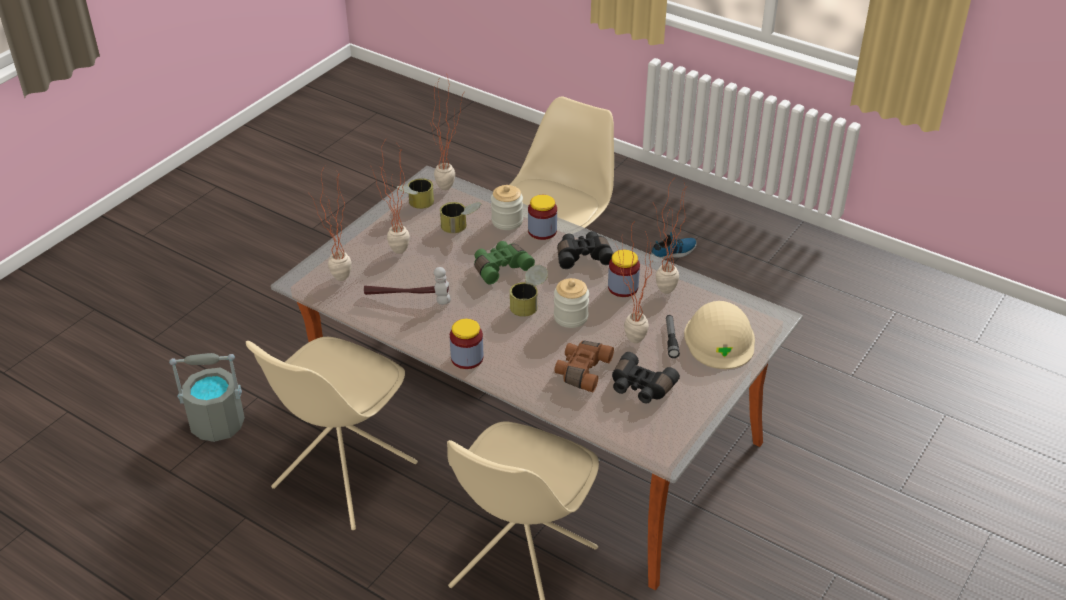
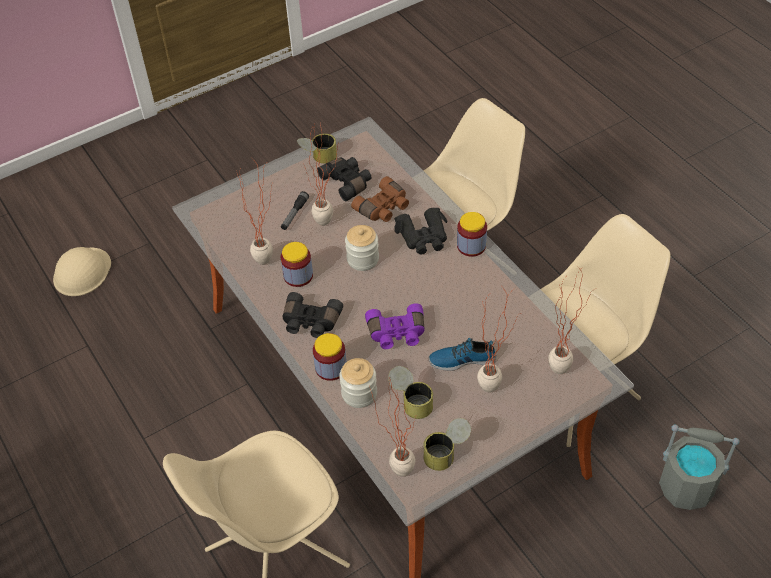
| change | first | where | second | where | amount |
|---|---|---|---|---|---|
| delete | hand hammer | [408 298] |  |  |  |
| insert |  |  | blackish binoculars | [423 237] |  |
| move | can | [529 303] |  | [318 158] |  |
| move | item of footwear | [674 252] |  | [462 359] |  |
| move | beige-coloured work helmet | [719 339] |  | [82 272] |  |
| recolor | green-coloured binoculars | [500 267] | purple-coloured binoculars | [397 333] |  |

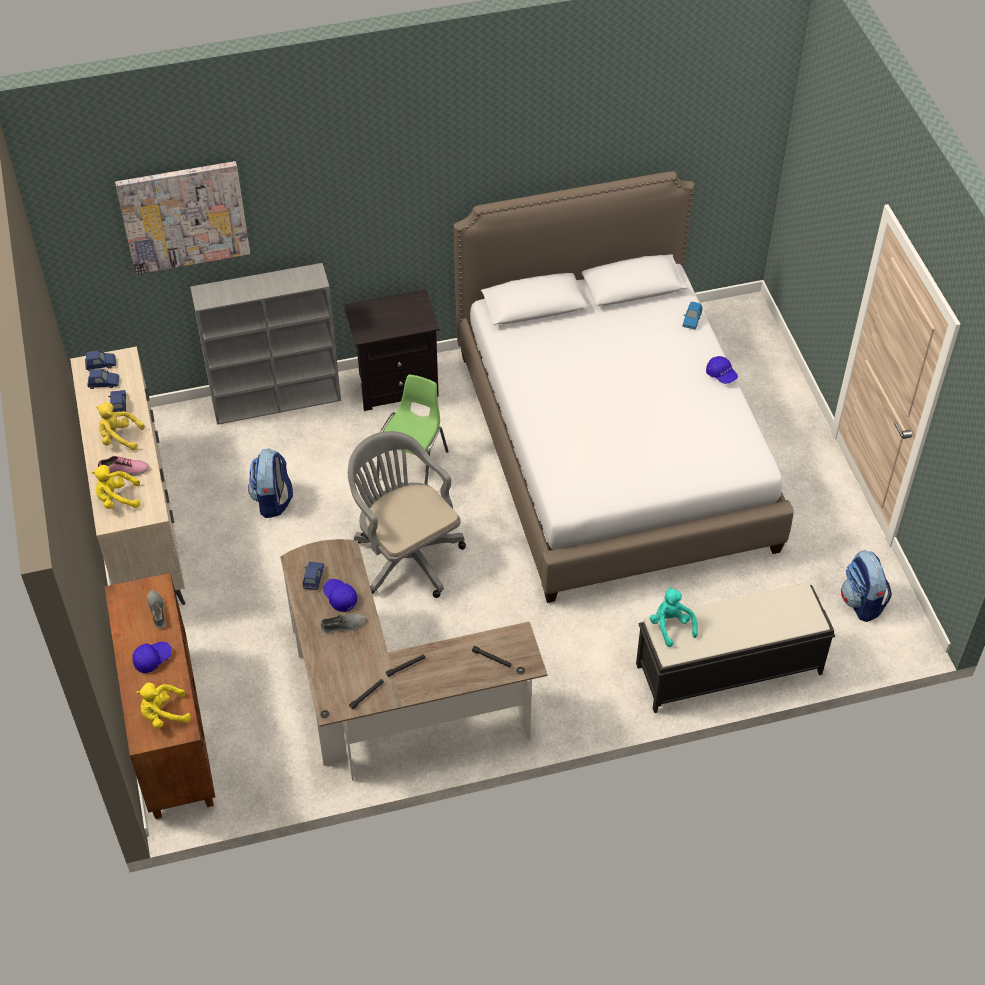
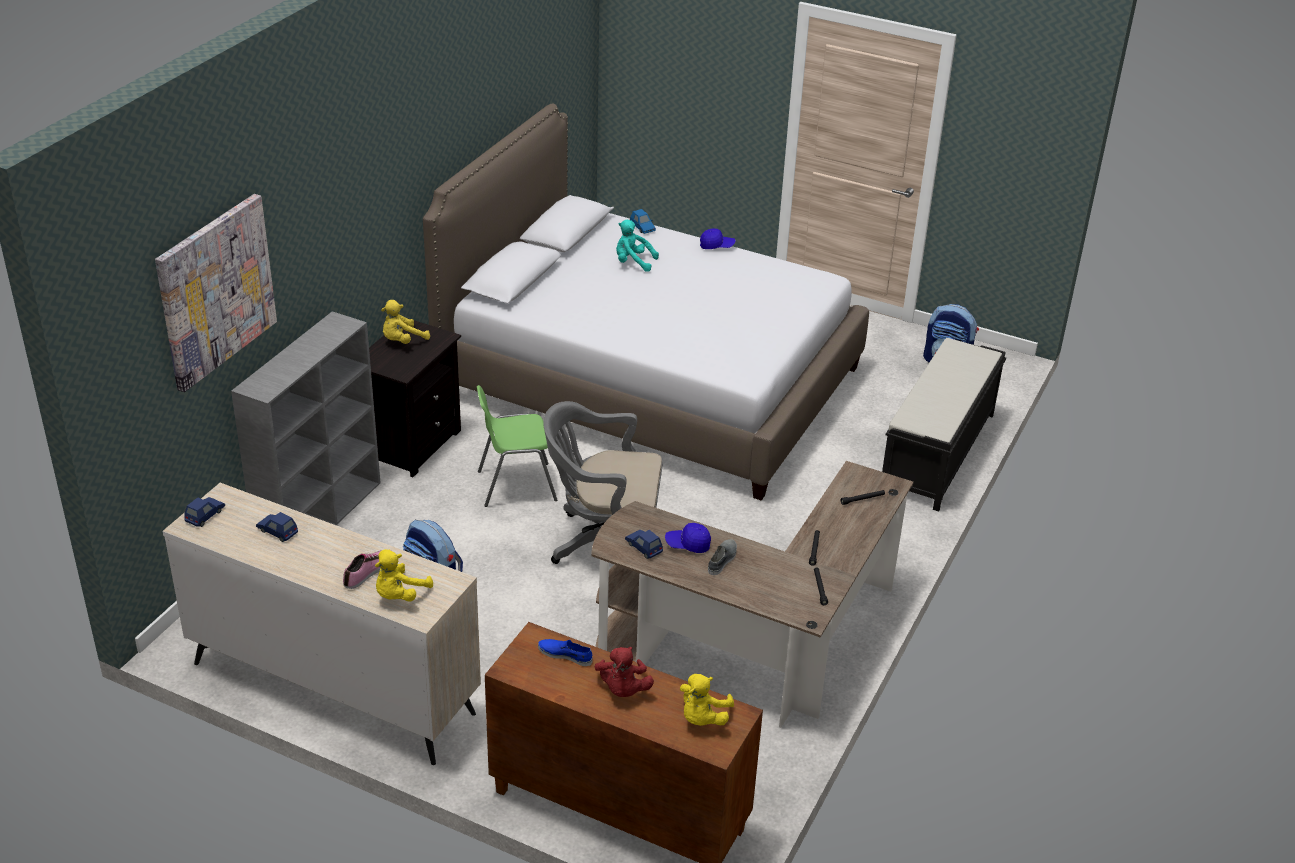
| change | first | where | second | where | amount |
|---|---|---|---|---|---|
| delete | blue-coloured model car | [103 383] |  |  |  |
| move | yellowish cuddly toy | [119 438] |  | [402 341] |  |
| move | turquoise cuddly toy | [671 626] |  | [633 262] |  |
| replace | blue-coloured baseball cap | [152 659] | red cuddly toy | [623 690] |  |
| recolor | gray item of footwear | [157 611] | blue-coloured item of footwear | [565 654] |  |
| rotate | green-coloured chair | [414 465] |  | [515 485] | 75 degrees counterclockwise |

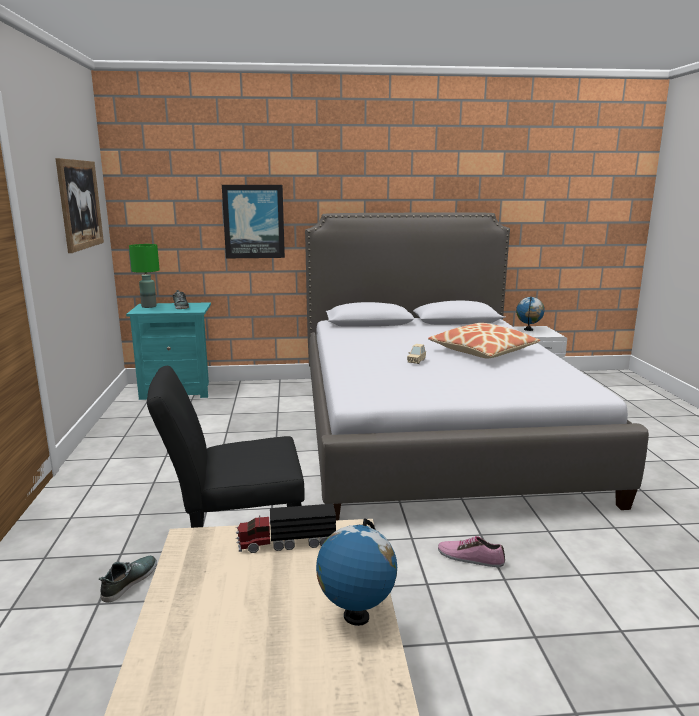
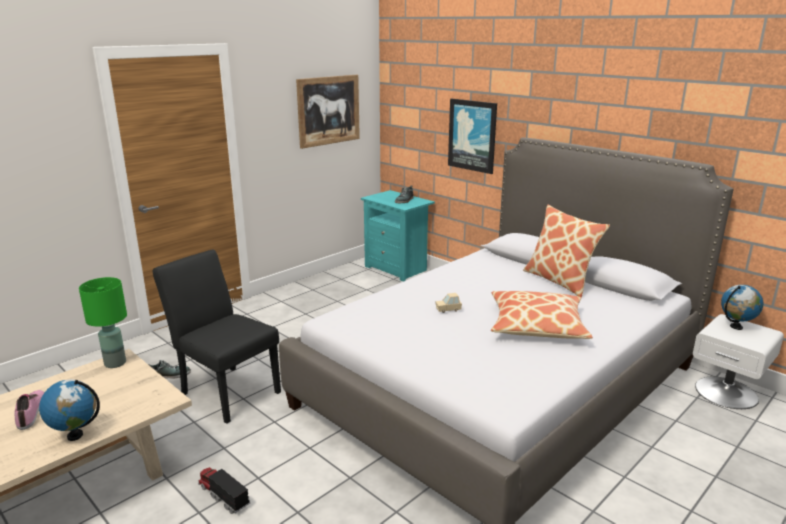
| change | first | where | second | where | amount |
|---|---|---|---|---|---|
| insert |  |  | cushion | [560 281] |  |
| move | green-coloured lamp for a table | [148 306] |  | [115 363] |  |
| move | toy truck | [286 542] |  | [223 495] |  |
| move | item of footwear | [470 557] |  | [32 412] |  |

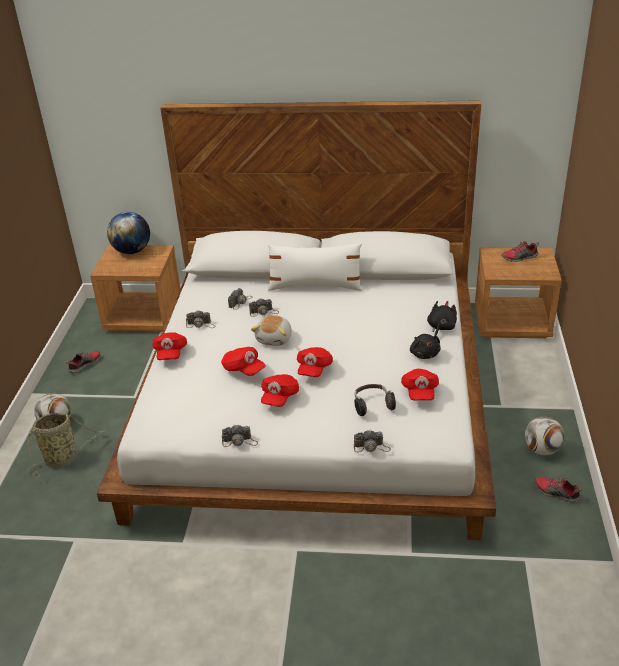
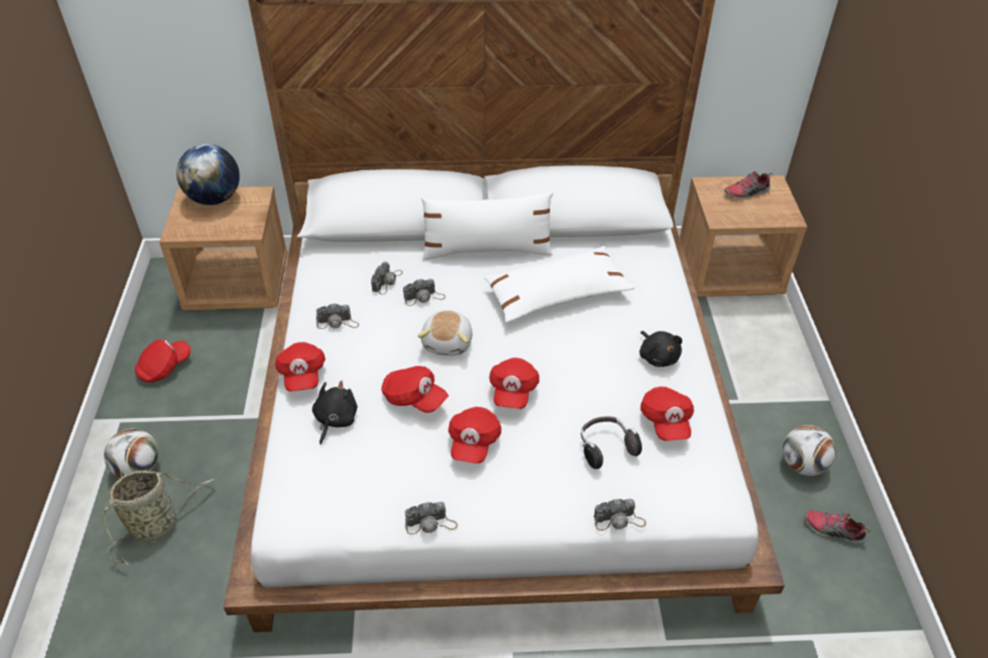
| change | first | where | second | where | amount |
|---|---|---|---|---|---|
| insert |  |  | white cushion | [556 294] |  |
| move | blackish cuddly toy | [441 328] |  | [335 420] |  |
| replace | item of footwear | [85 364] | red baseball cap | [164 367] |  |

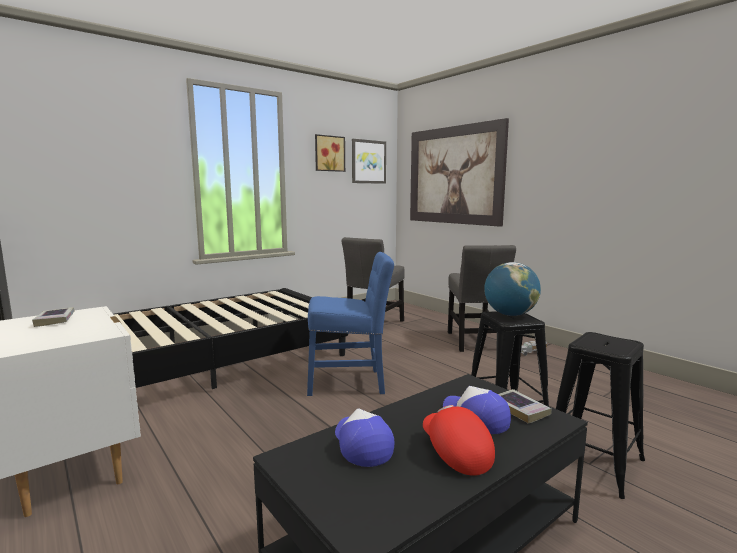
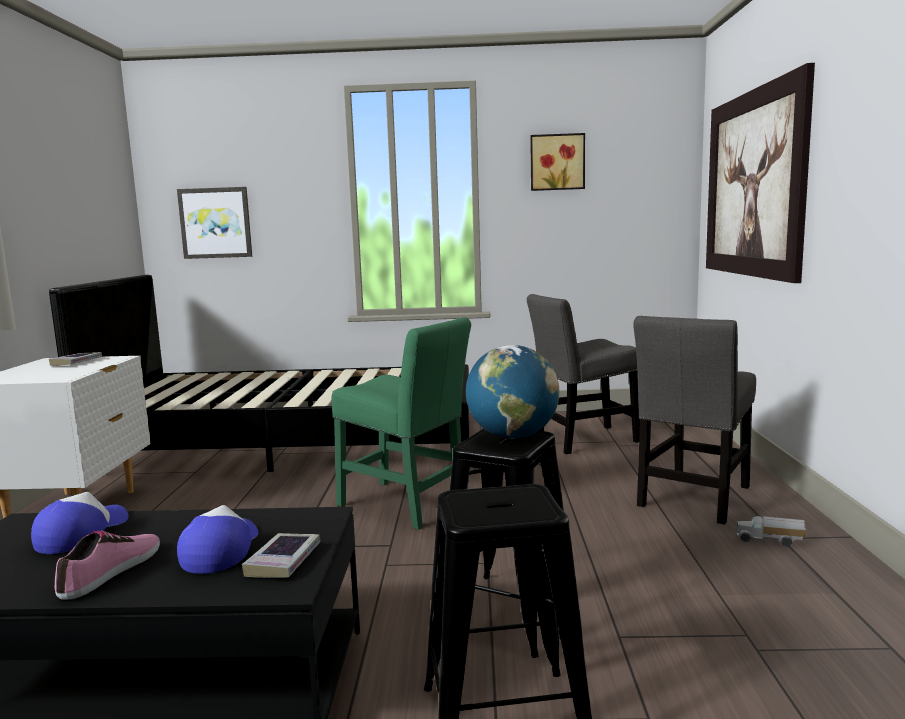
| change | first | where | second | where | amount |
|---|---|---|---|---|---|
| move | wall art | [368 162] |  | [215 223] |  |
| replace | red baseball cap | [455 453] | item of footwear | [112 571] |  |
| recolor | blue-coloured chair | [350 383] | green-coloured chair | [406 505] |  |

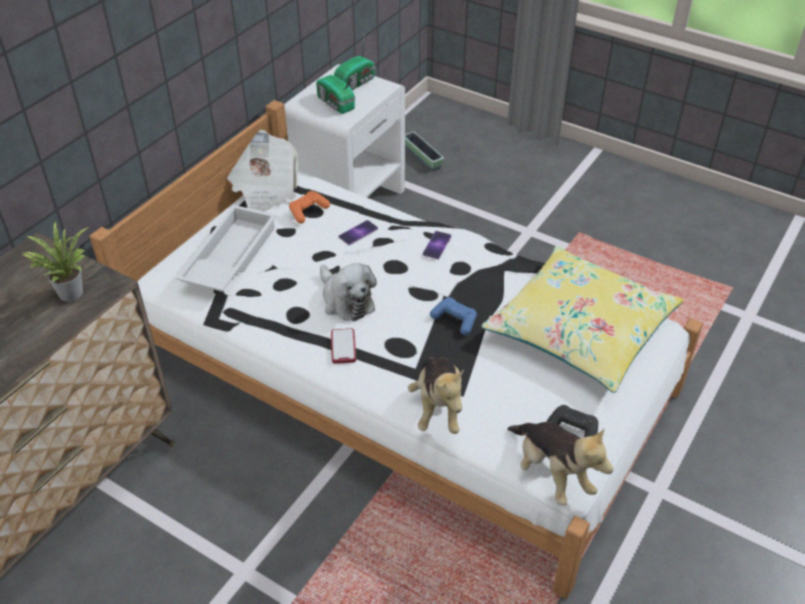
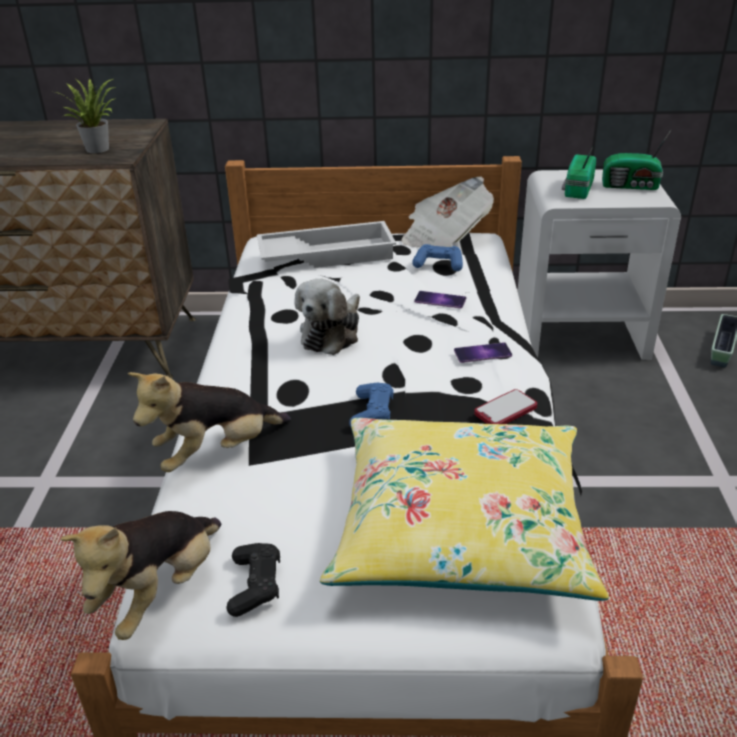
| change | first | where | second | where | amount |
|---|---|---|---|---|---|
| move | phone | [343 347] |  | [505 410] |  |
| recolor | orange-coloured game controller | [308 211] | blue-coloured game controller | [438 264] |  |

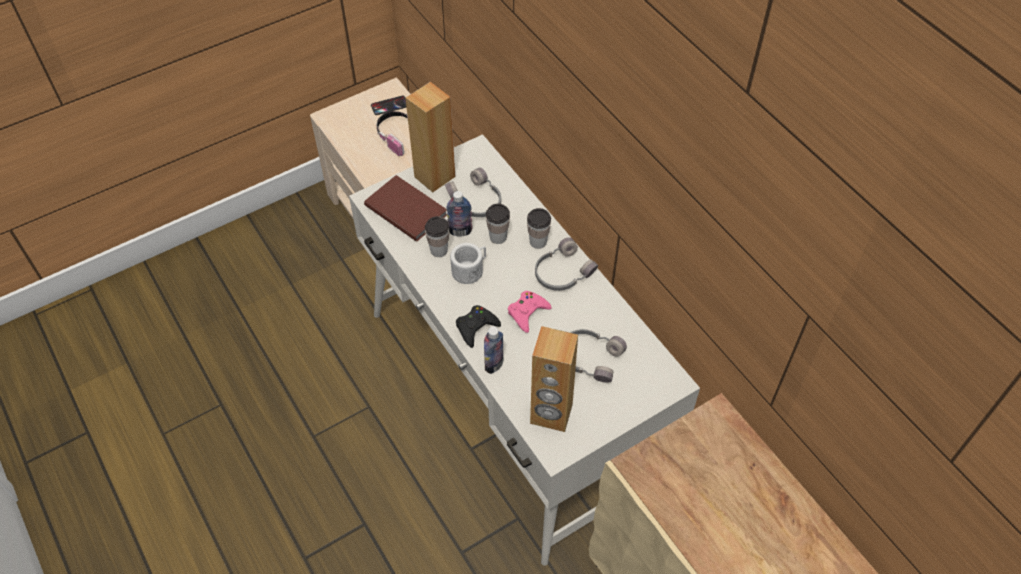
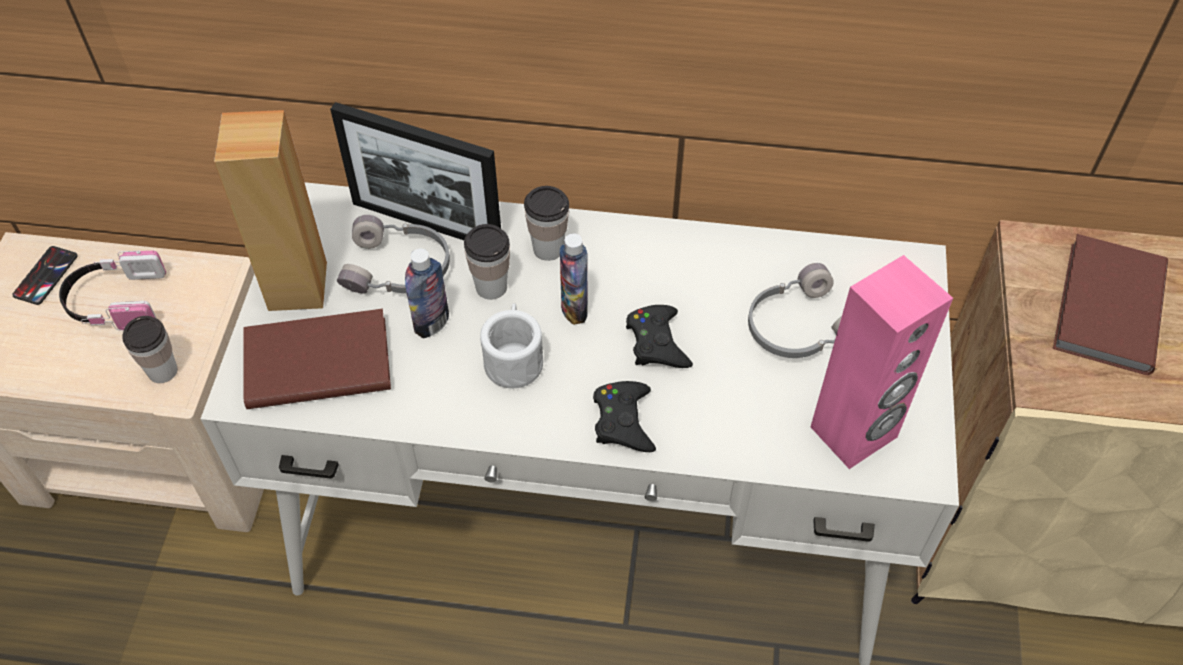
| change | first | where | second | where | amount |
|---|---|---|---|---|---|
| delete | gray headphones | [562 272] |  |  |  |
| insert |  |  | photo frame | [426 224] |  |
| insert |  |  | brownish book | [1105 308] |  |
| move | small cup | [439 250] |  | [162 371] |  |
| move | drink bottle | [494 364] |  | [574 309] |  |
| recolor | pinkish game controller | [527 313] | blackish game controller | [657 342] |  |
| recolor | brownish loudspeaker | [551 414] | pinkish loudspeaker | [854 433] |  |

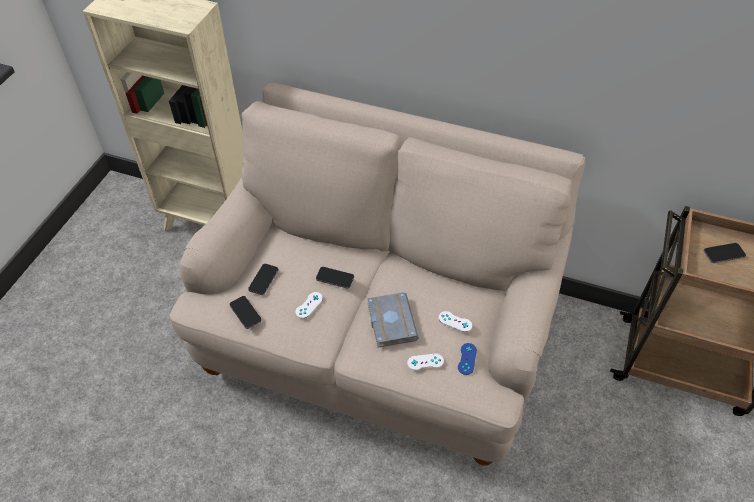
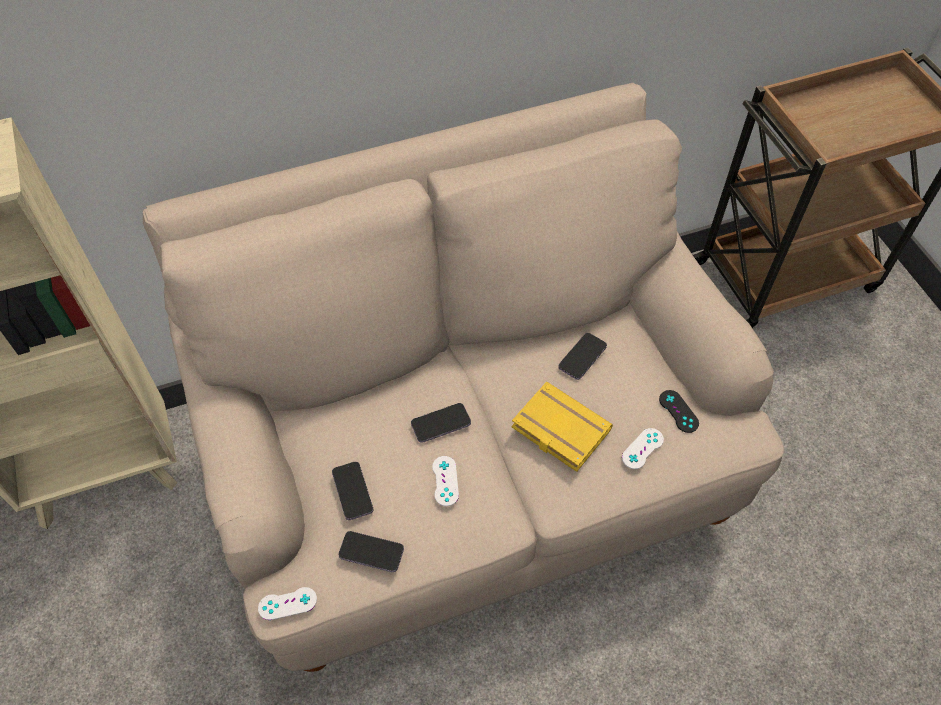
| change | first | where | second | where | amount |
|---|---|---|---|---|---|
| move | white game controller | [455 321] |  | [287 603] |  |
| move | phone | [723 254] |  | [582 357] |  |
| recolor | gray book | [389 321] | yellowish book | [557 430] |  |
| recolor | blue-coloured game controller | [467 359] | blackish game controller | [678 411] |  |

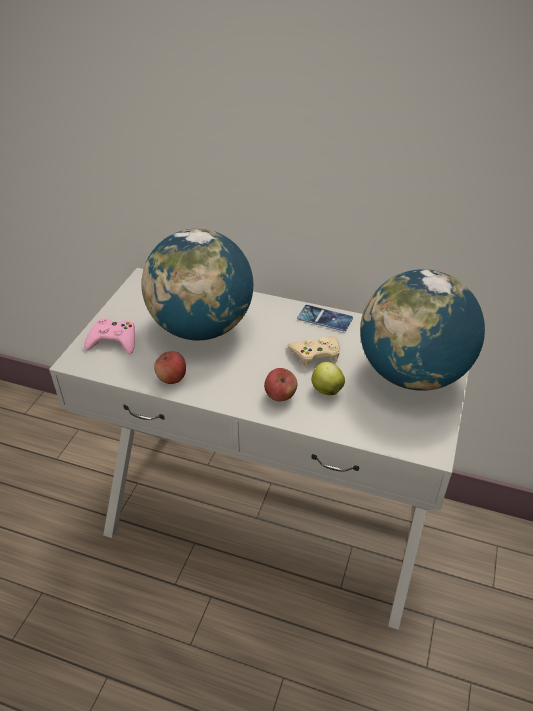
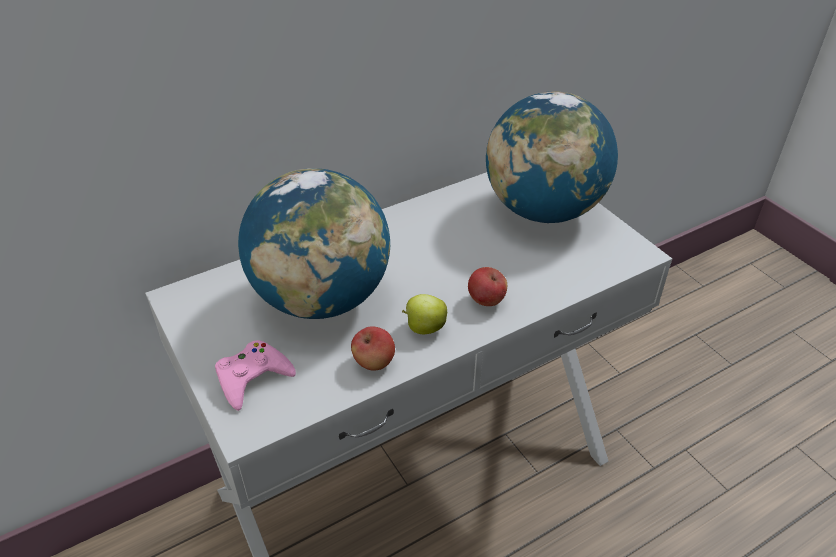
| change | first | where | second | where | amount |
|---|---|---|---|---|---|
| delete | beige-coloured game controller | [315 354] |  |  |  |
| delete | phone | [325 318] |  |  |  |
| move | whole apple | [326 389] |  | [424 328] |  |

